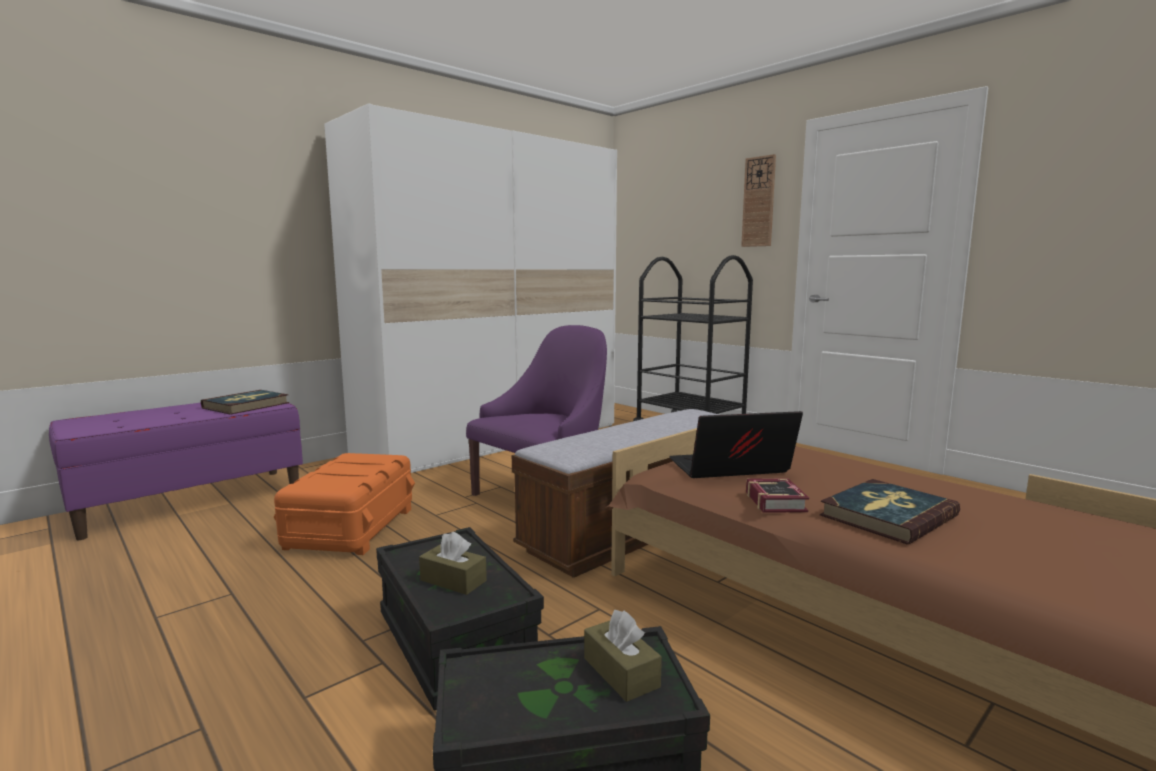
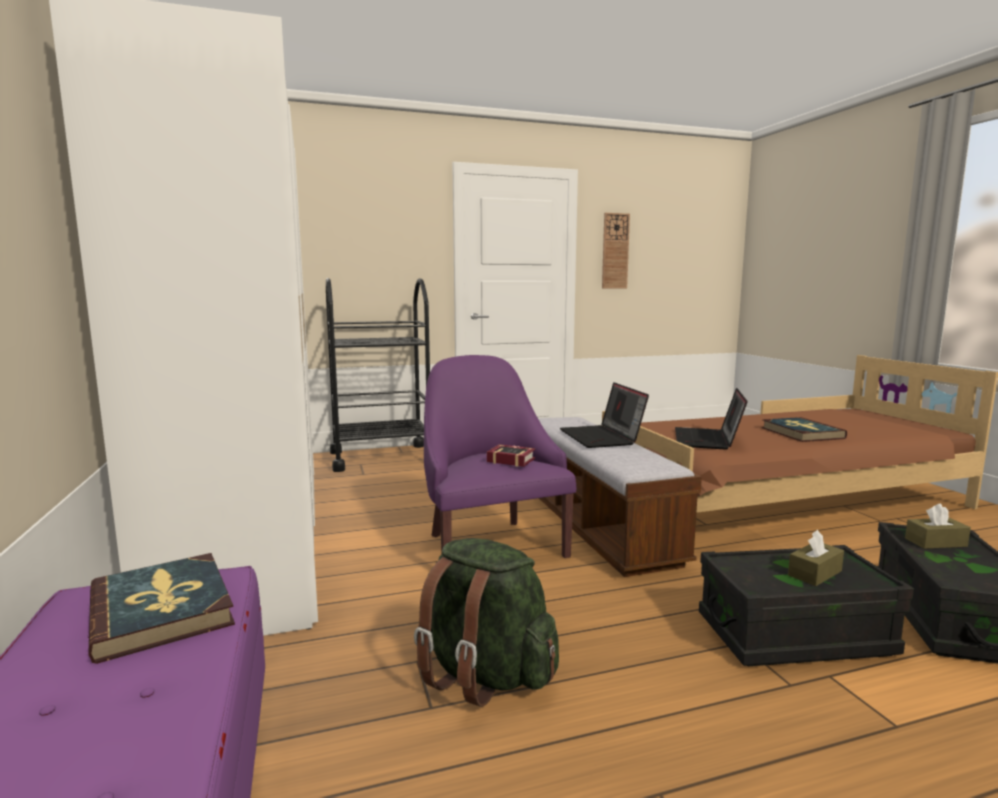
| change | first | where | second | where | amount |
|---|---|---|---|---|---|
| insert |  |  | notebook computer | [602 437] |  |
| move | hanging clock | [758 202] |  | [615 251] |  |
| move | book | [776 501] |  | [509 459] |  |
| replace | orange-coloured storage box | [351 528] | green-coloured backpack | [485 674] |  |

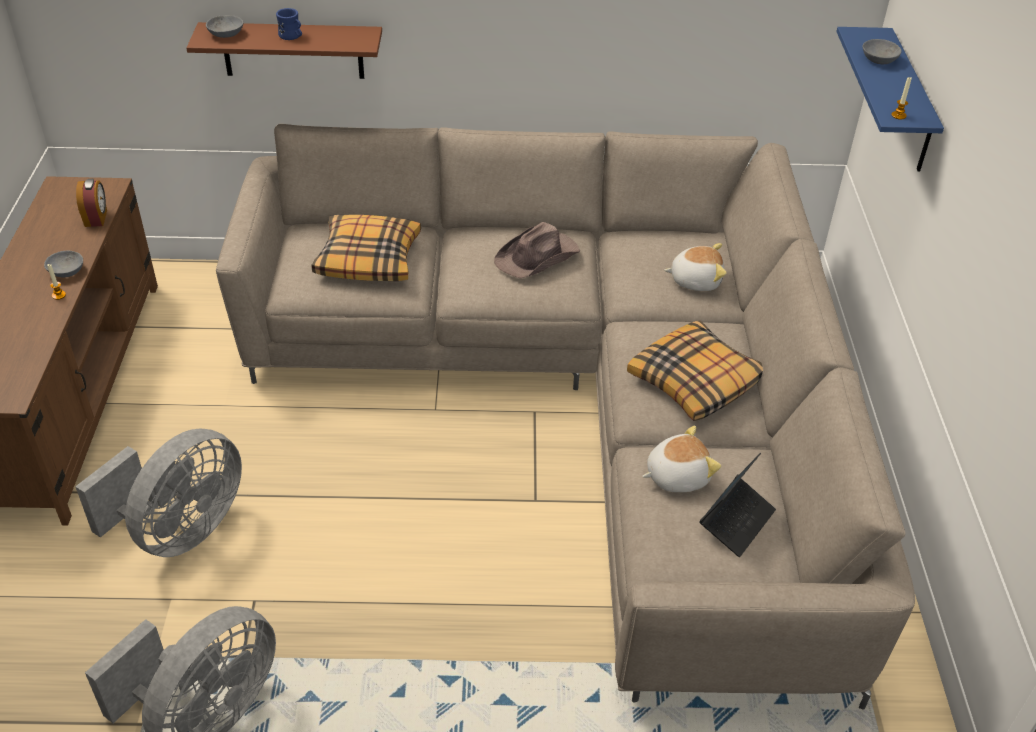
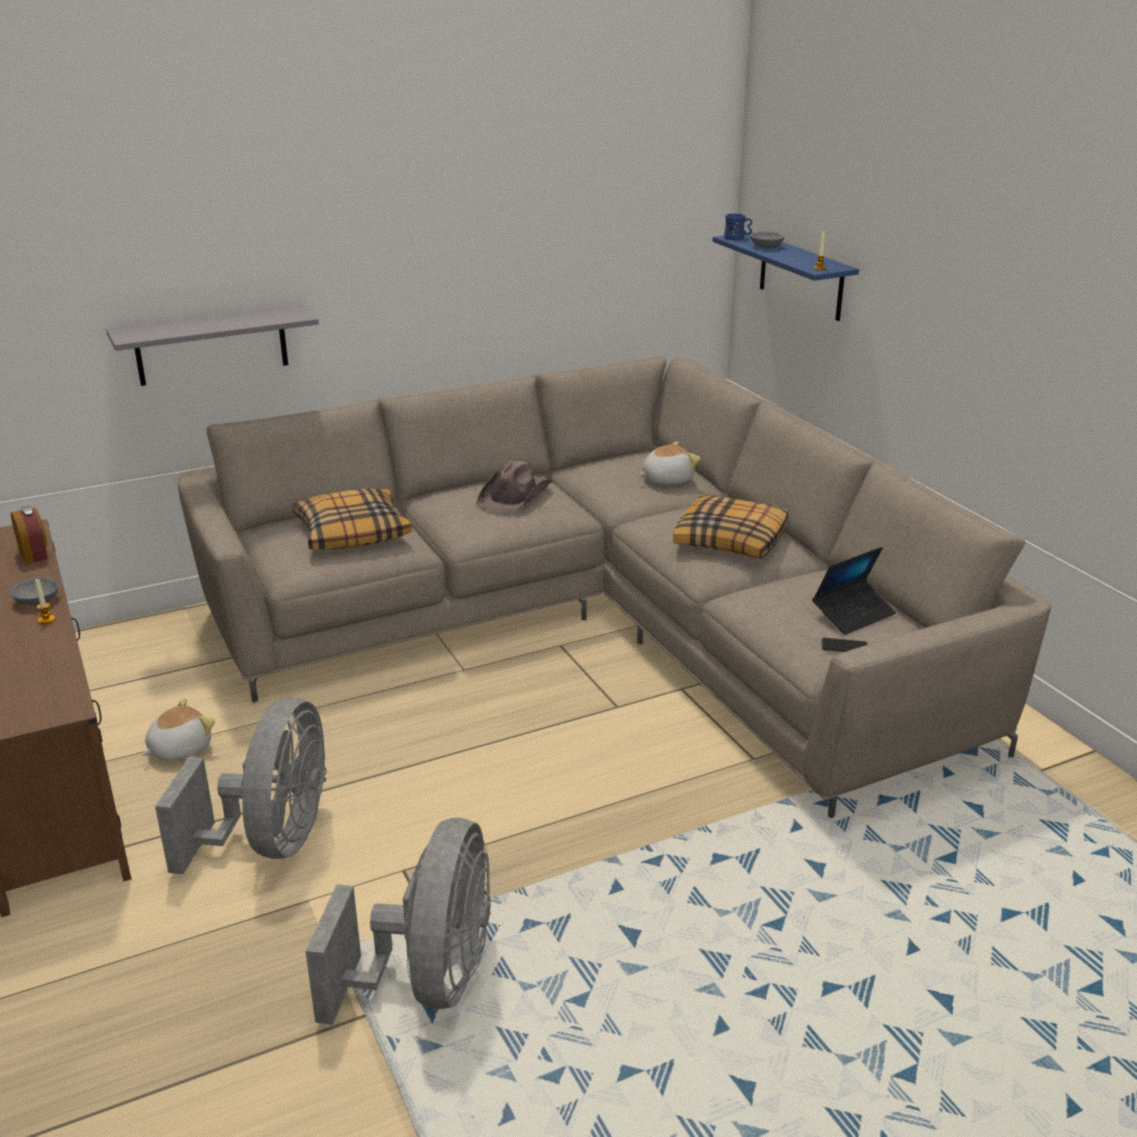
| change | first | where | second | where | amount |
|---|---|---|---|---|---|
| delete | gray serving bowl | [226 34] |  |  |  |
| insert |  |  | phone | [844 646] |  |
| move | blue-coloured coffee mug | [292 37] |  | [737 238] |  |
| move | cuddly toy | [676 475] |  | [179 748] |  |
| recolor | brownish wall shelf | [293 50] | gray wall shelf | [211 345] |  |
| rotate | notebook computer | [736 521] |  | [853 614] | 45 degrees clockwise |

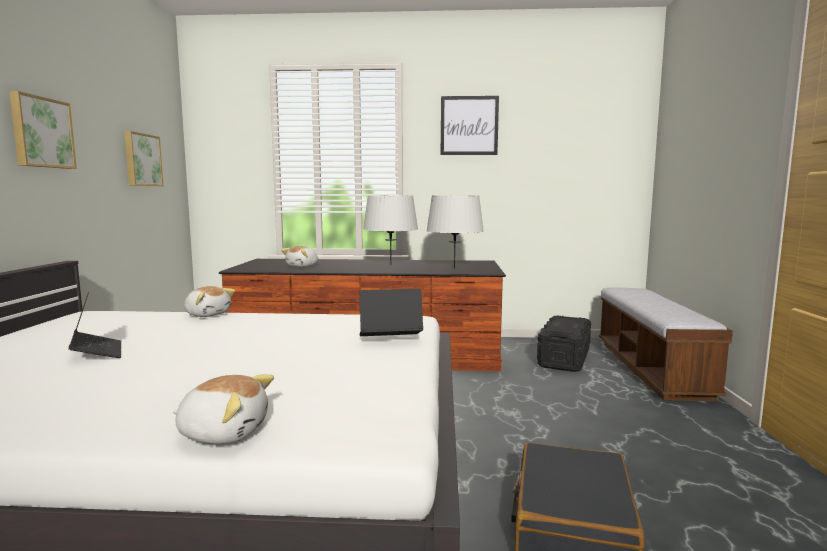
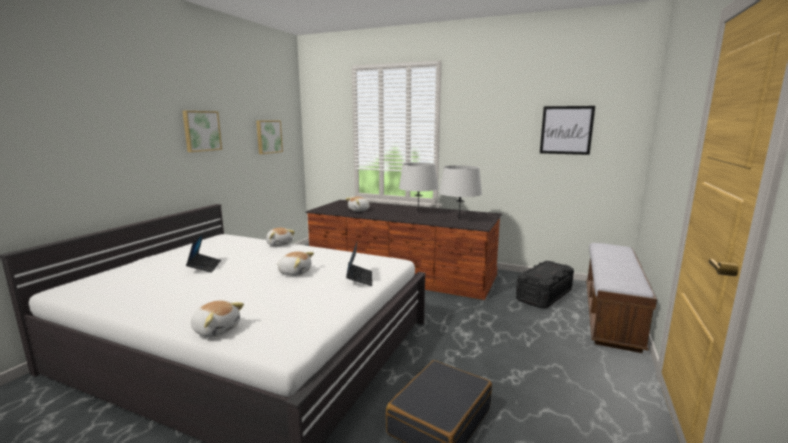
| change | first | where | second | where | amount |
|---|---|---|---|---|---|
| insert |  |  | cuddly toy | [295 272] |  |
| move | wall art | [469 125] |  | [566 130] |  |
| rotate | notebook computer | [390 339] |  | [359 278] | 75 degrees clockwise |

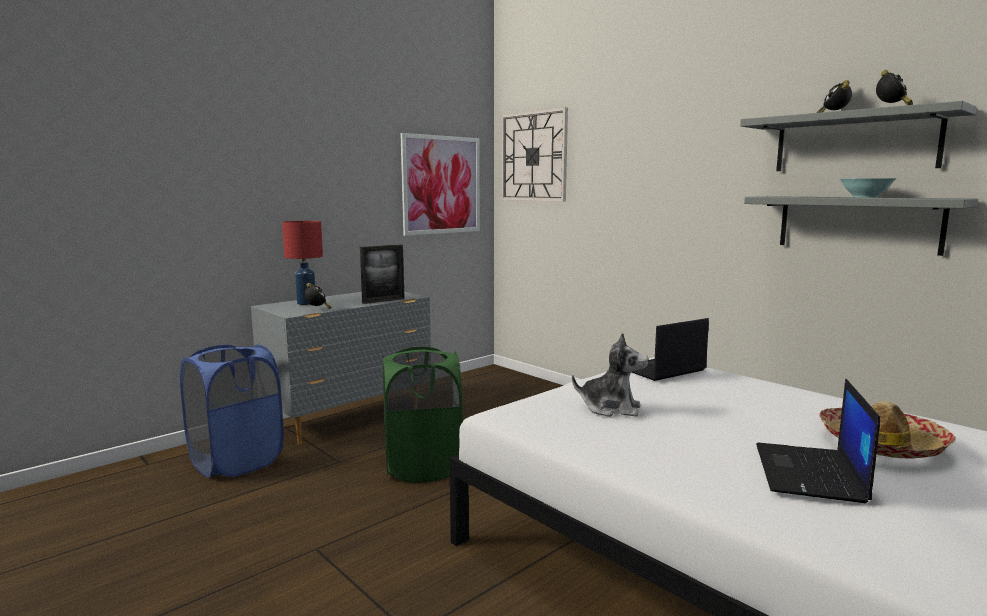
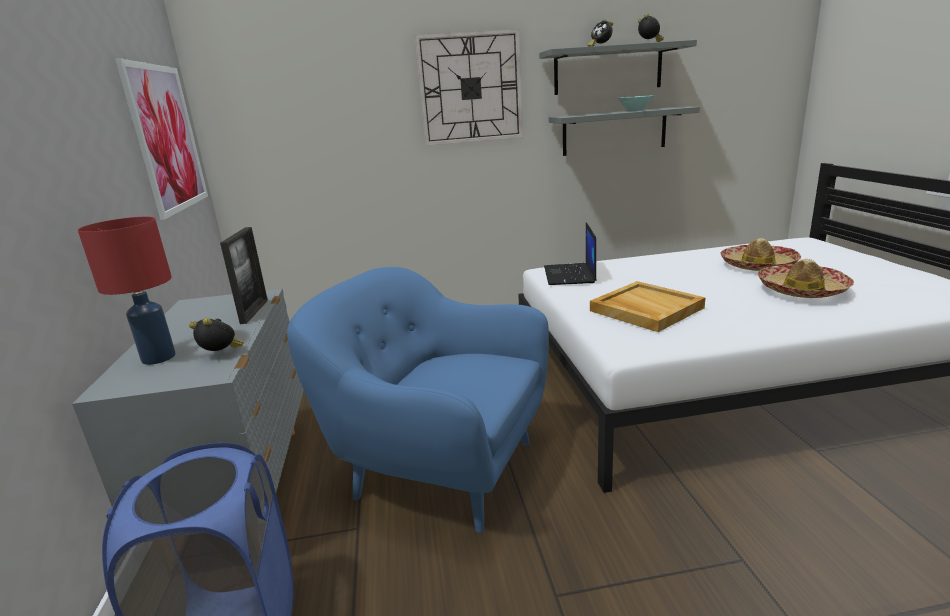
| change | first | where | second | where | amount |
|---|---|---|---|---|---|
| move | hanging clock | [533 156] |  | [470 88] |  |
| replace | green-coloured hamper | [423 467] | blue-coloured armchair | [439 467] |  |
| replace | cuddly toy | [611 408] | beige-coloured carrying tray | [645 309] |  |
| replace | notebook computer | [810 473] | wearable hat | [802 290] |  |

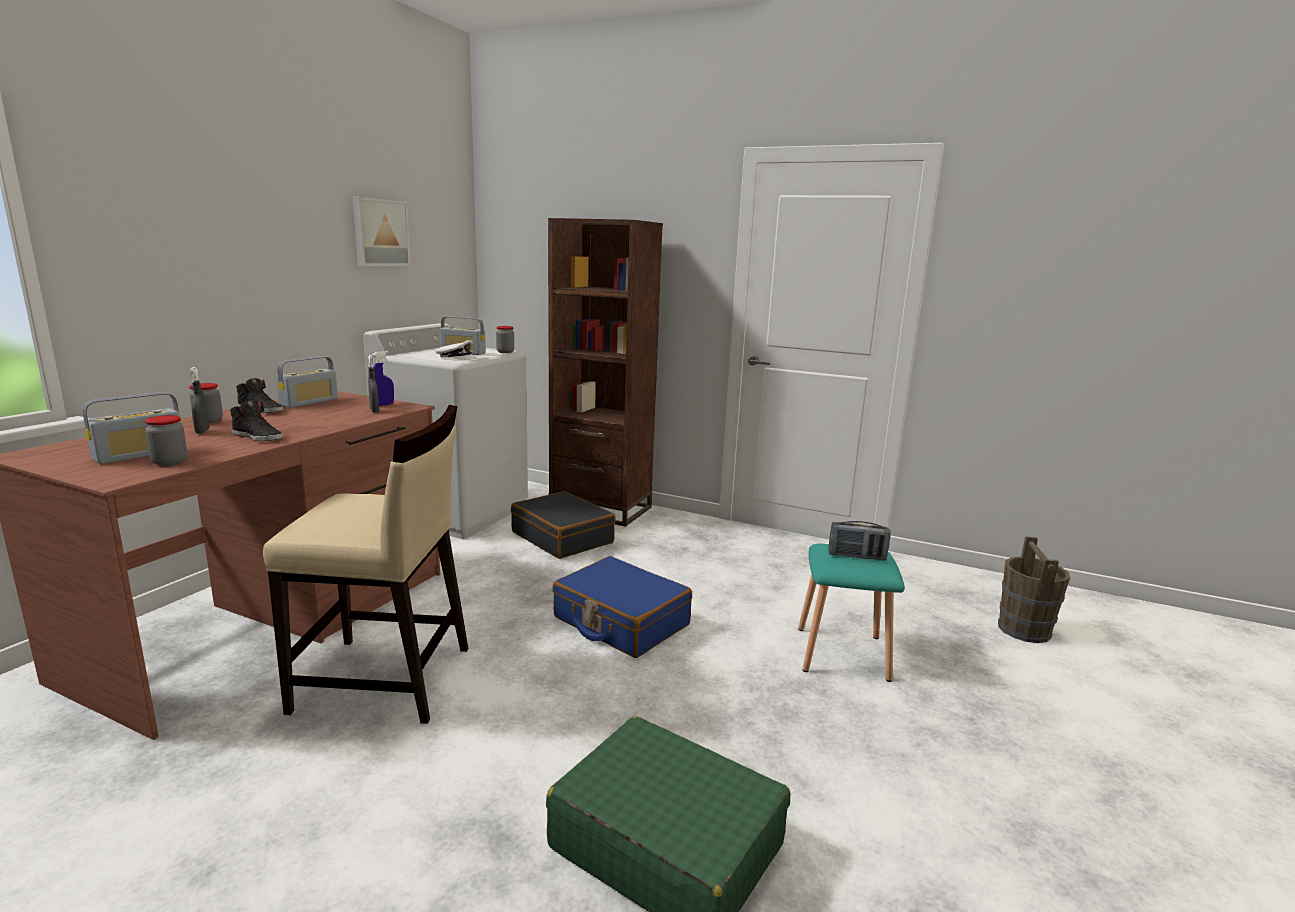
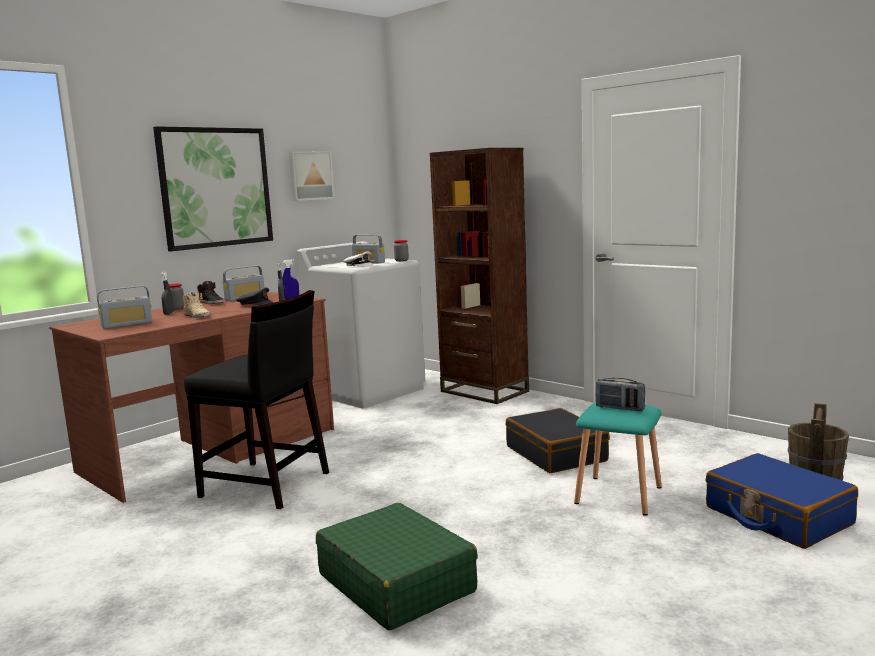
| change | first | where | second | where | amount |
|---|---|---|---|---|---|
| delete | jar | [170 462] |  |  |  |
| insert |  |  | wall art | [215 187] |  |
| insert |  |  | gray baseball cap | [255 304] |  |
| move | blackish piece of luggage | [563 537] |  | [556 454] |  |
| move | blue-coloured piece of luggage | [620 621] |  | [777 516] |  |
| recolor | blackish item of footwear | [258 437] | beige-coloured item of footwear | [197 316] |  |
| recolor | beige-coloured chair | [385 679] | blackish chair | [266 485] |  |

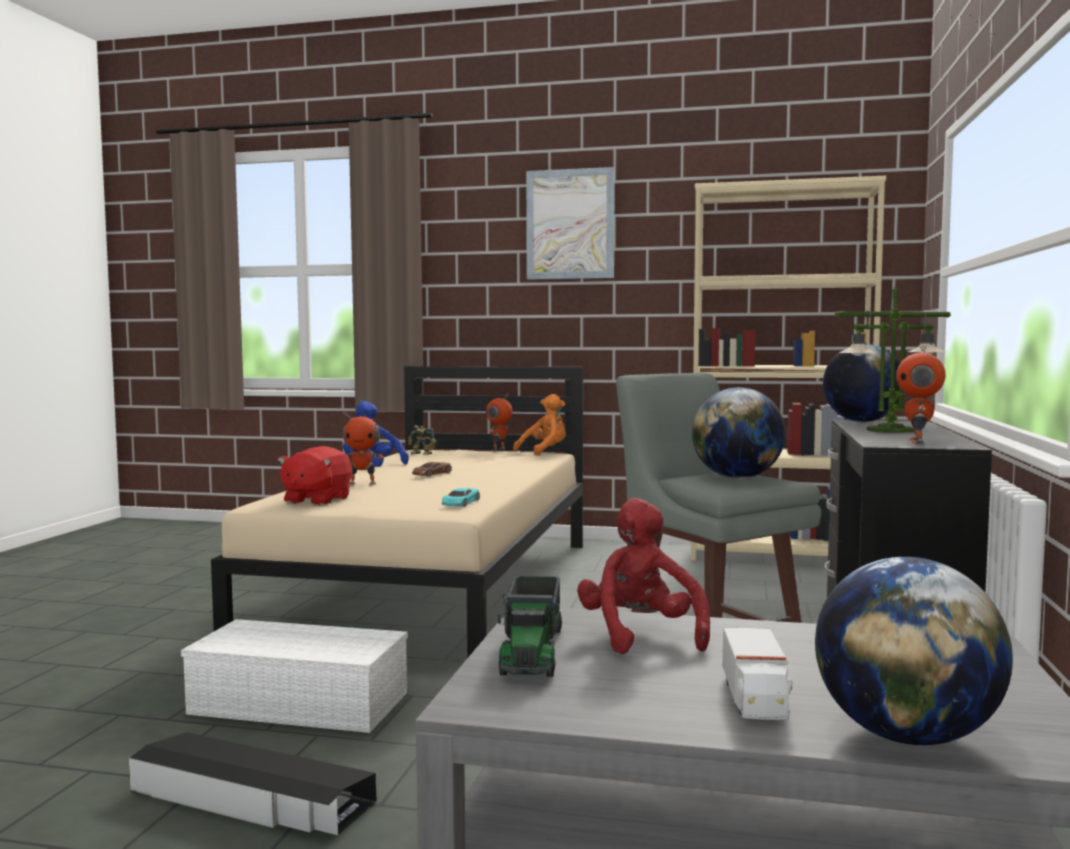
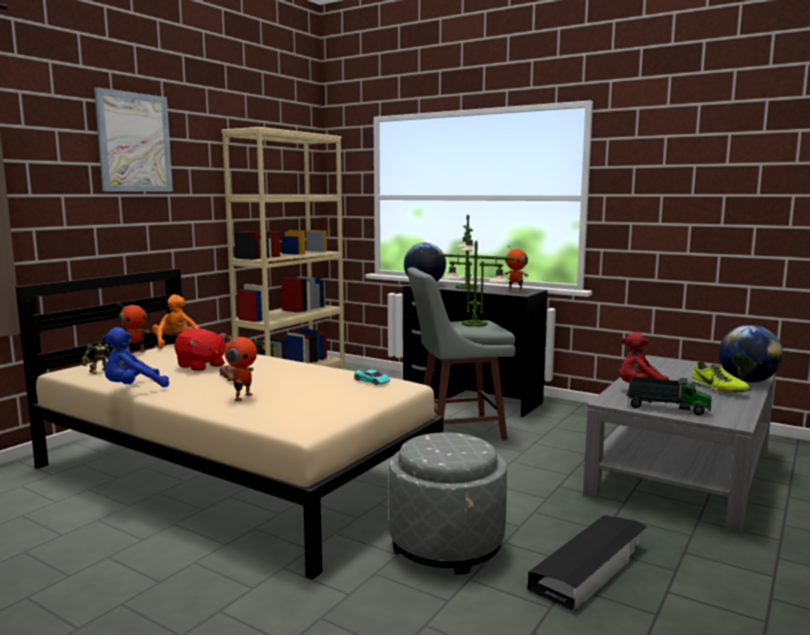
| change | first | where | second | where | amount |
|---|---|---|---|---|---|
| move | red cuddly toy | [316 500] |  | [201 366] |  |
| replace | white storage box | [303 702] | gray footrest | [446 544] |  |
| replace | desk globe | [737 478] | lamp for a table | [474 324] |  |
| replace | toy truck | [755 699] | item of footwear | [718 389] |  |
| rotate | robot figure | [499 450] |  | [135 352] | 90 degrees counterclockwise |

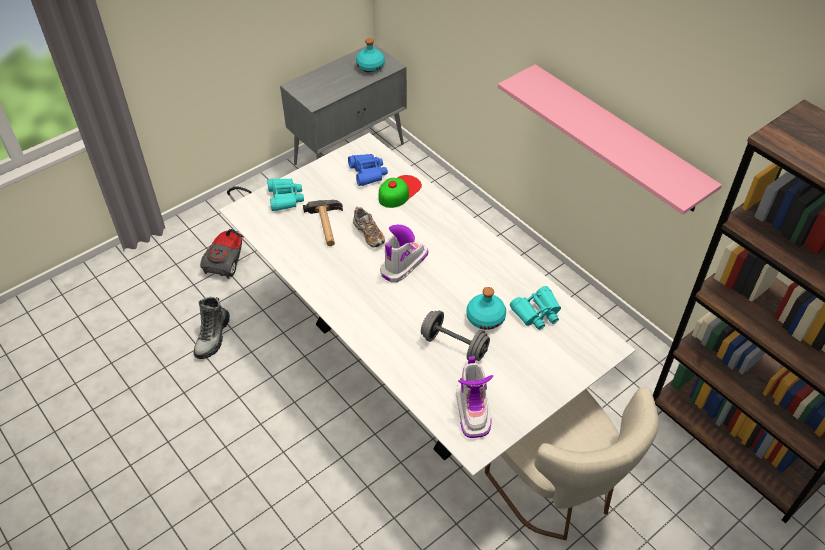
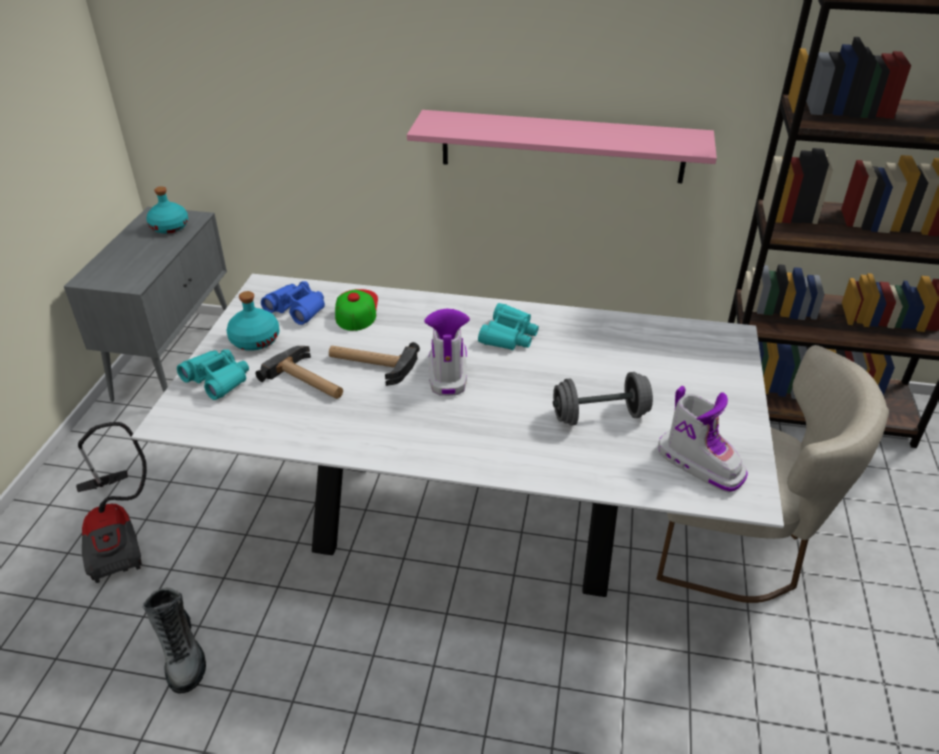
| change | first | where | second | where | amount |
|---|---|---|---|---|---|
| move | turquoise drink bottle | [485 317] |  | [255 340] |  |
| move | turquoise binoculars | [536 313] |  | [508 335] |  |
| replace | item of footwear | [369 234] | hand hammer | [370 364] |  |

